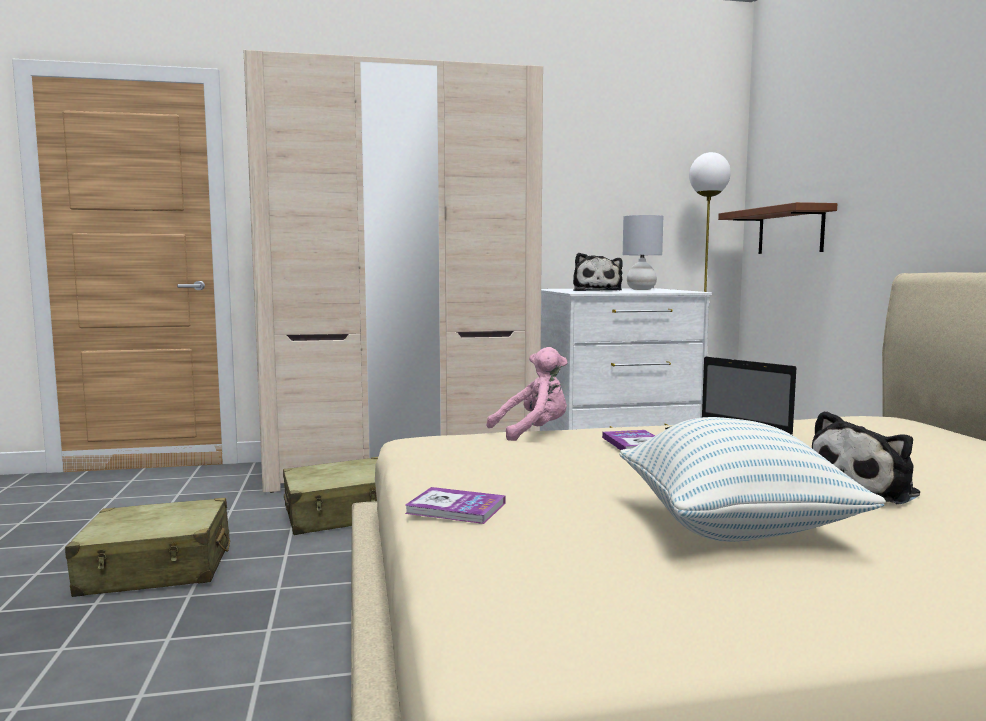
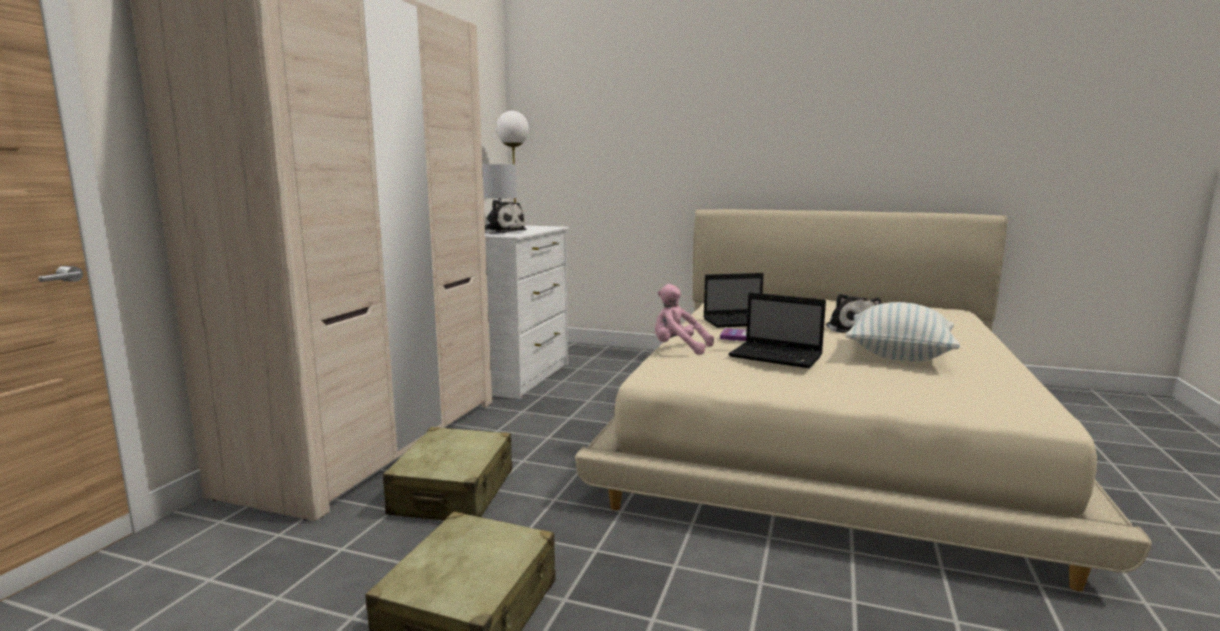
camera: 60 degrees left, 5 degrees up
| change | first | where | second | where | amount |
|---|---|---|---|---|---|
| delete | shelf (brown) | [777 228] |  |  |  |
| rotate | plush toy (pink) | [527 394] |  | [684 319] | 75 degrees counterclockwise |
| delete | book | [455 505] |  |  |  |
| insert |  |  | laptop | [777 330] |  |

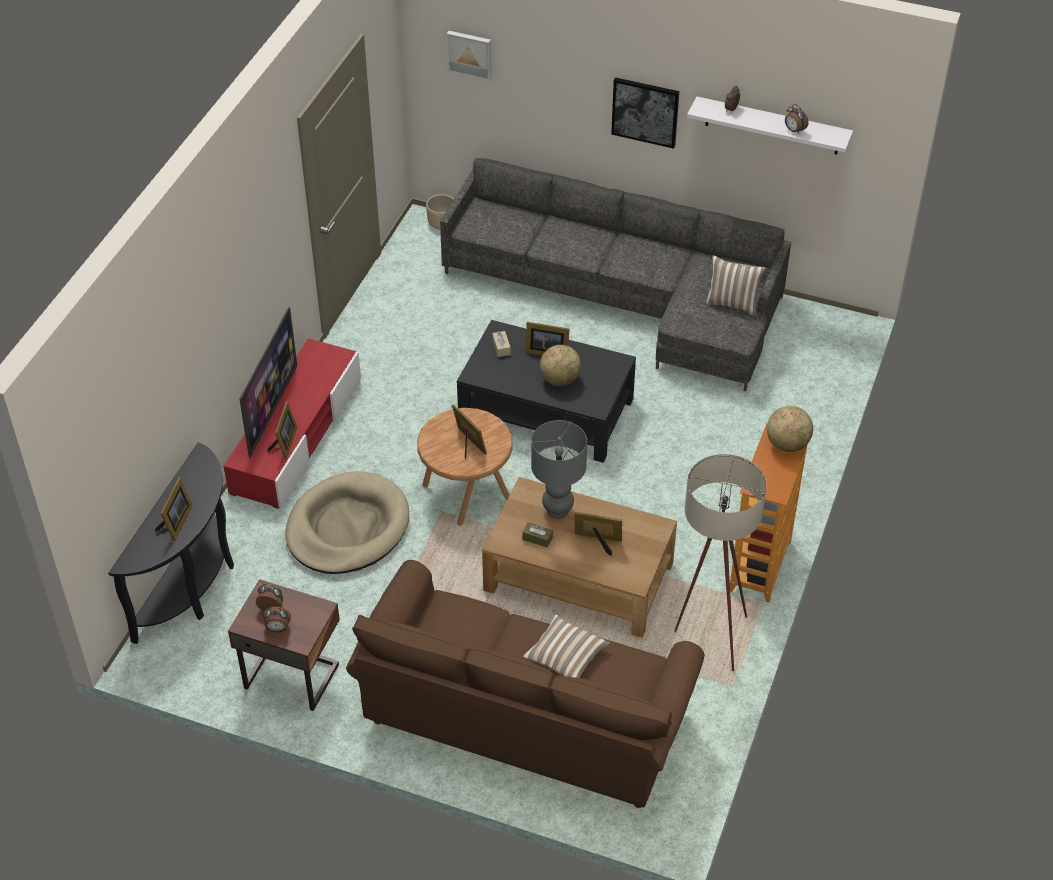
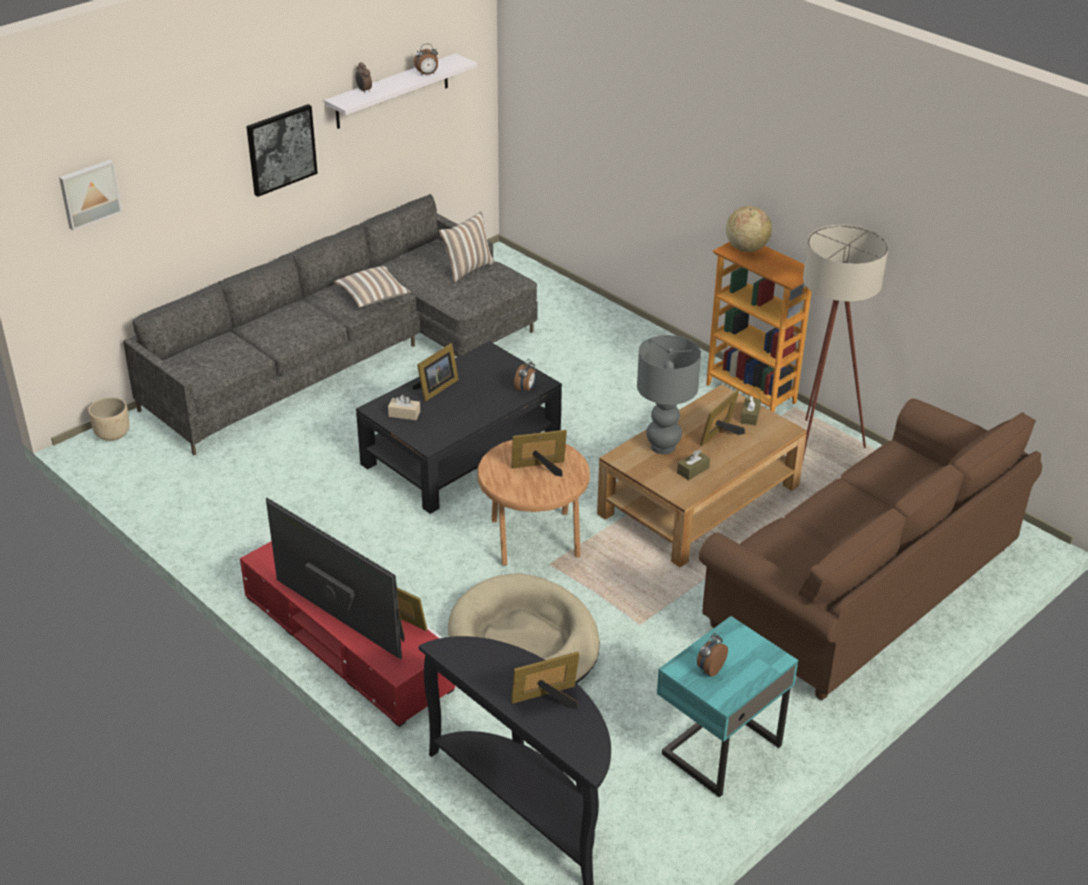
camera: 65 degrees left, 10 degrees down
| change | first | where | second | where | amount |
|---|---|---|---|---|---|
| delete | globe | [560 365] |  |  |  |
| rotate | picture frame | [174 509] |  | [545 680] | 60 degrees counterclockwise |
| recolor | nightstand (brown) | [284 645] | nightstand (turquoise) | [727 706] |  |
| move | alarm clock | [277 619] |  | [525 376] |  |
| move | pillow | [566 646] |  | [372 287] |  |
| insert |  |  | tissue box (brown) | [751 410] |  |

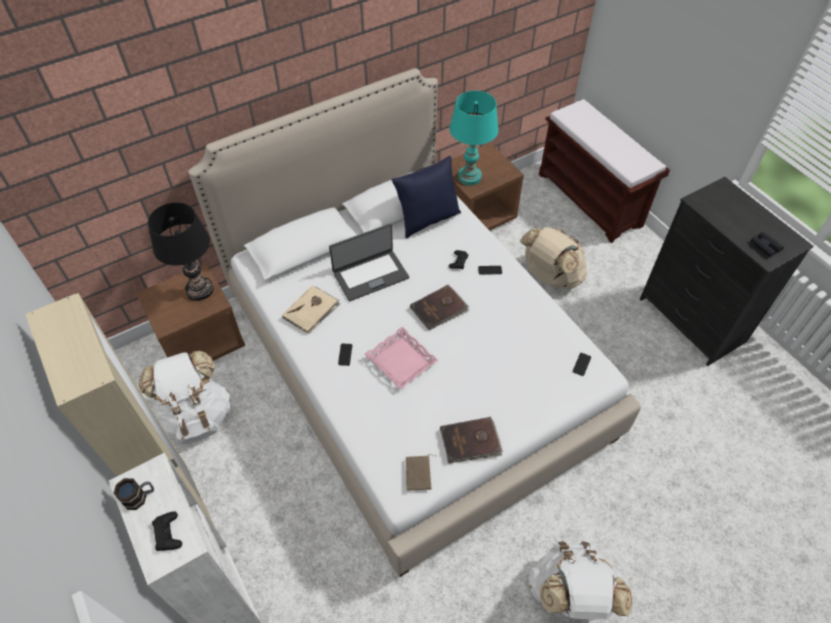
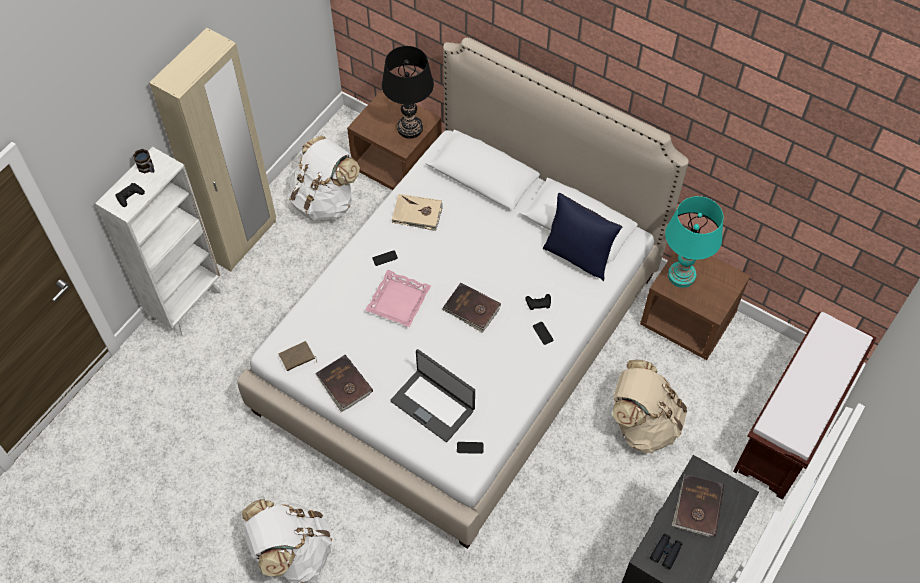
camera: 65 degrees right, 5 degrees up
| change | first | where | second | where | amount |
|---|---|---|---|---|---|
| move | laptop | [369 262] |  | [432 395] |  |
| insert |  |  | book (brown) | [697 505] |  |

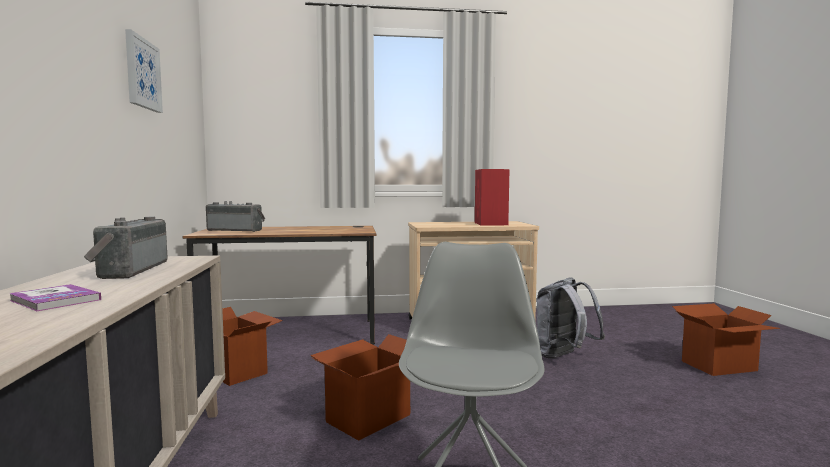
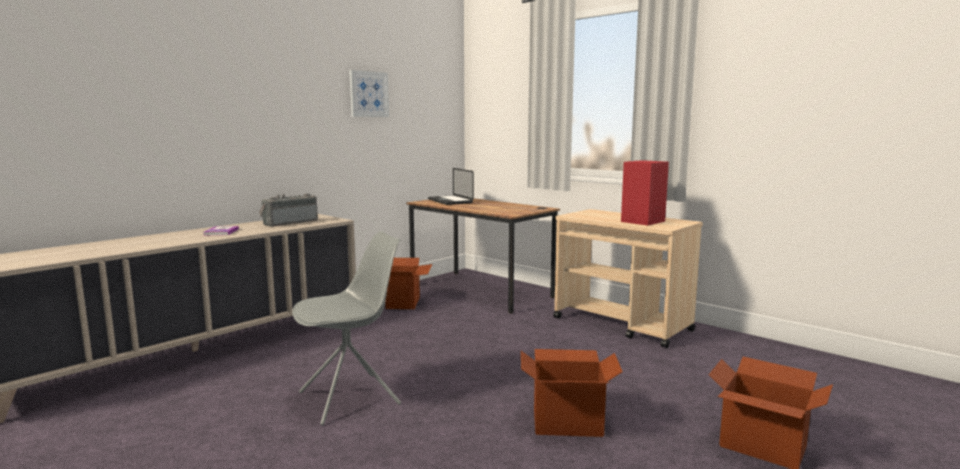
camera: 50 degrees right, 5 degrees up
| change | first | where | second | where | amount |
|---|---|---|---|---|---|
| replace | radio | [235 216] | laptop | [451 186] |  |
| delete | backpack (grey) | [571 318] |  |  |  |
| move | cardboard box | [360 387] |  | [572 393] |  |

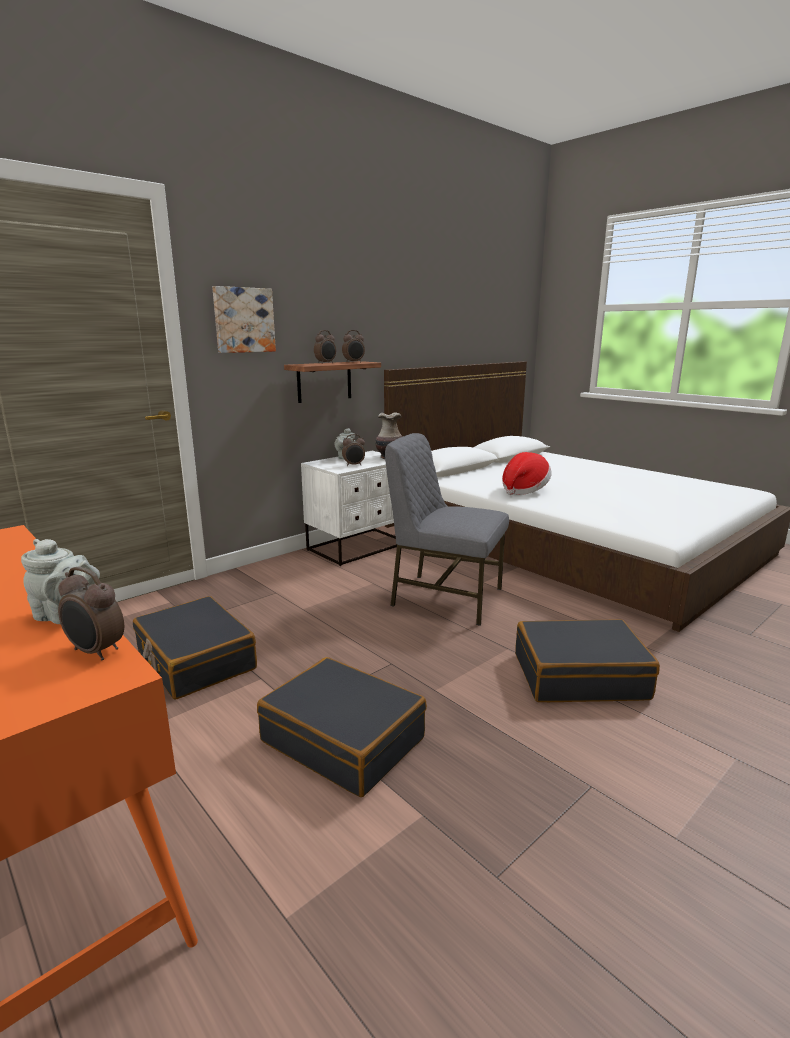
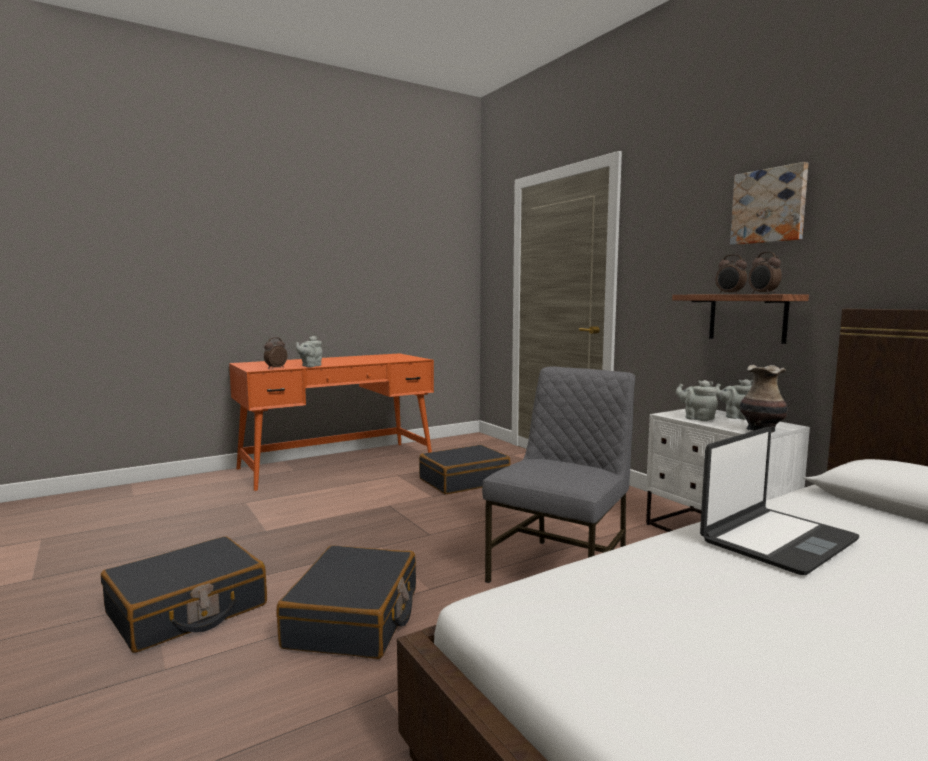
camera: 100 degrees right, 10 degrees down
| change | first | where | second | where | amount |
|---|---|---|---|---|---|
| move | picture | [244 319] |  | [769 203] |  |
| replace | alarm clock | [353 450] | teapot (grey) | [697 400] |  |
| replace | hat | [527 473] | laptop | [779 501] |  |
| move | suitcase (black) | [342 727] |  | [184 594] |  |

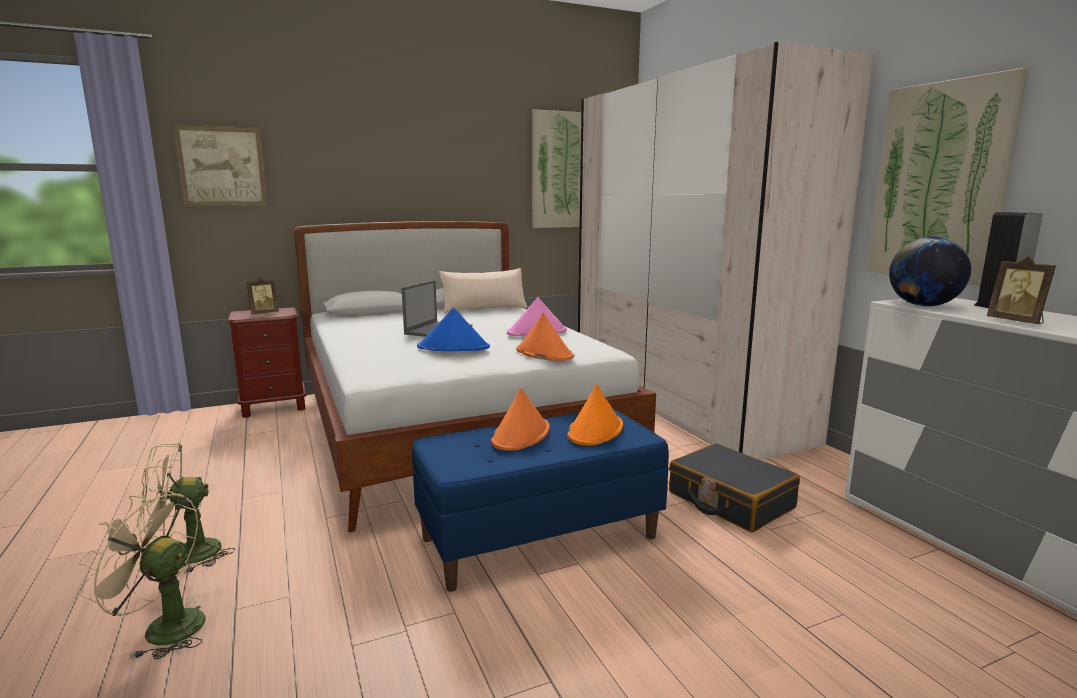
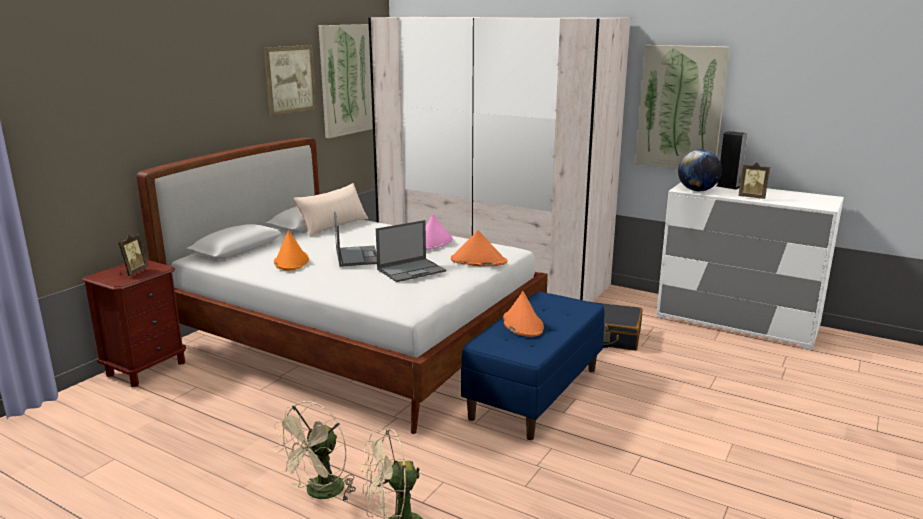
camera: 35 degrees left, 5 degrees up
| change | first | where | second | where | amount |
|---|---|---|---|---|---|
| move | picture | [220 165] |  | [290 80] |  |
| replace | hat (blue) | [453 329] | laptop | [411 251] |  |
| move | hat (orange) | [595 414] |  | [291 250] |  |

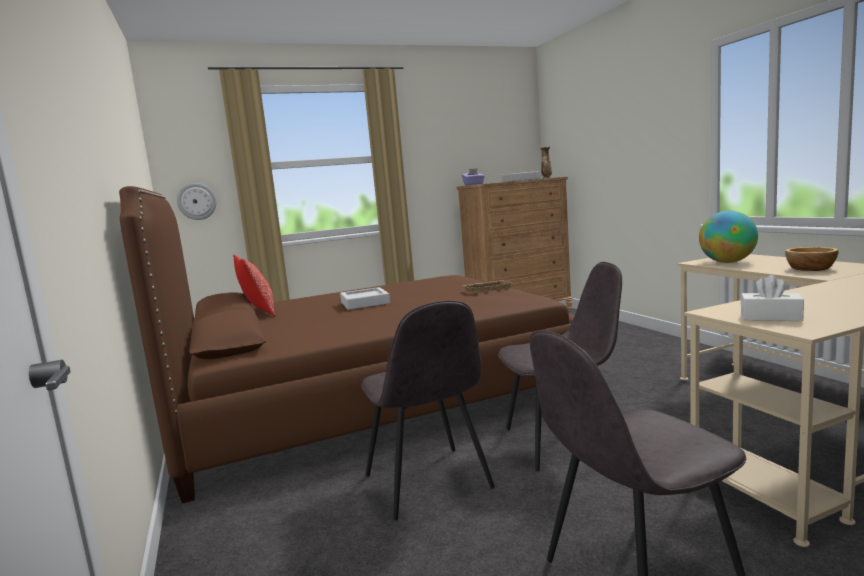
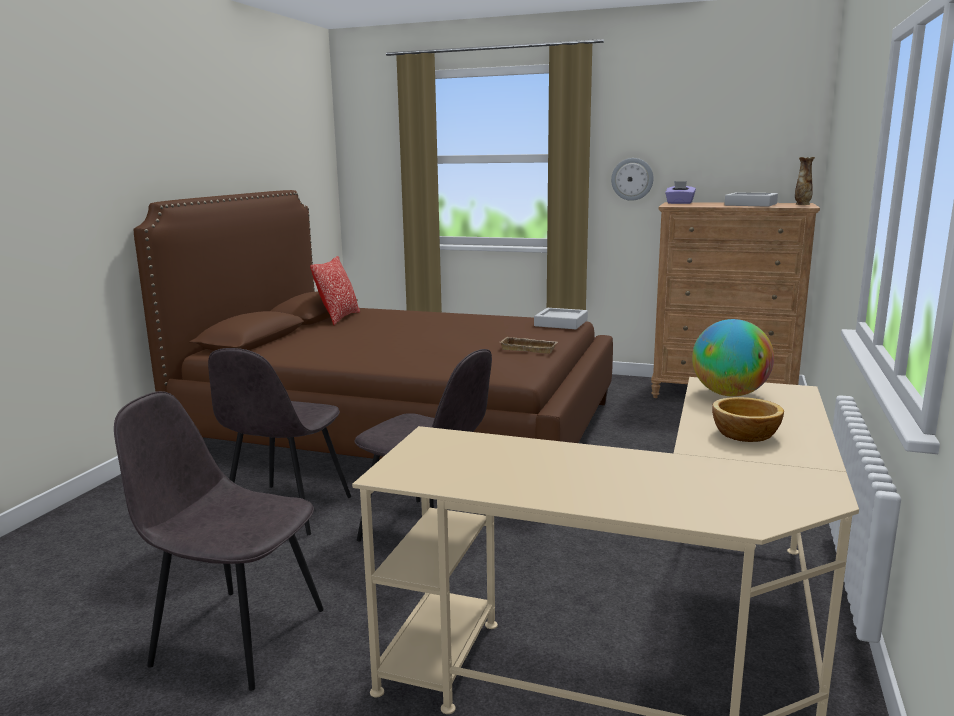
camera: 40 degrees right, 5 degrees up
| change | first | where | second | where | amount |
|---|---|---|---|---|---|
| move | wall clock | [197 201] |  | [632 179] |  |
| delete | tissue box (white) | [772 298] |  |  |  |
| move | tray (grey) | [365 298] |  | [561 318] |  |

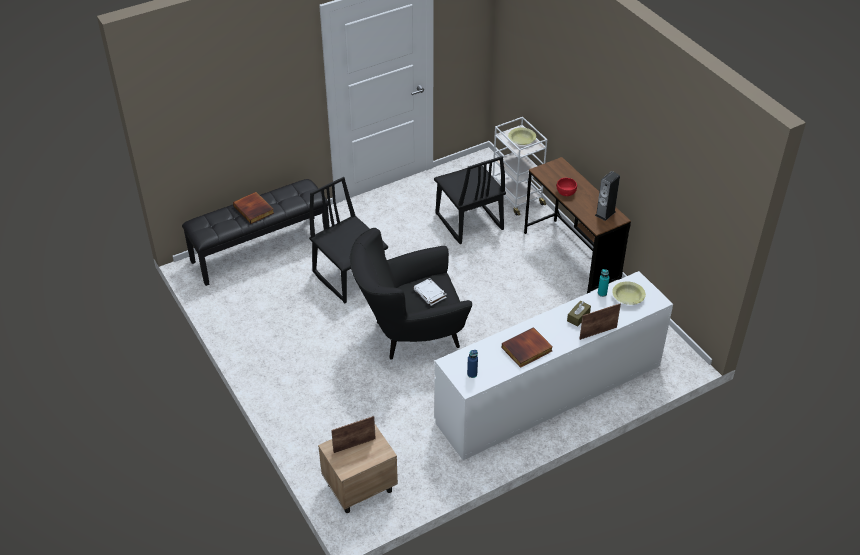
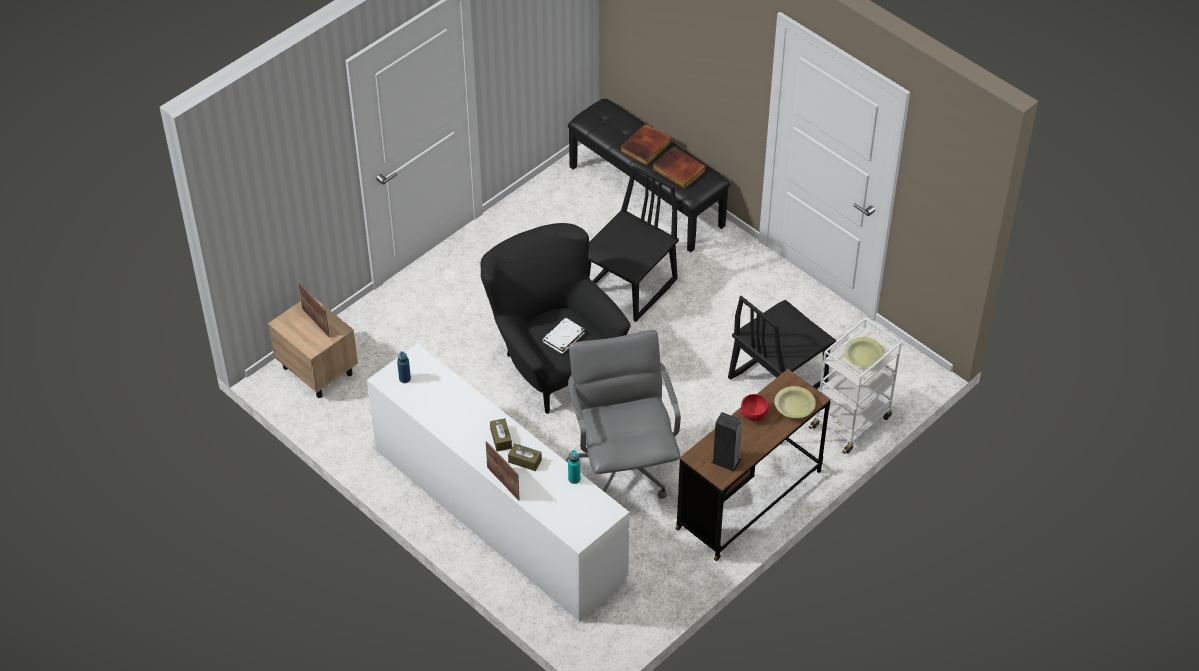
camera: 75 degrees right, 5 degrees up
| change | first | where | second | where | amount |
|---|---|---|---|---|---|
| move | bowl (yellow) | [629 293] |  | [795 402] |  |
| move | book | [527 347] |  | [679 168] |  |
| insert |  |  | office chair (grey) | [623 414] |  |
| insert |  |  | tissue box (brown) | [501 434] |  |

